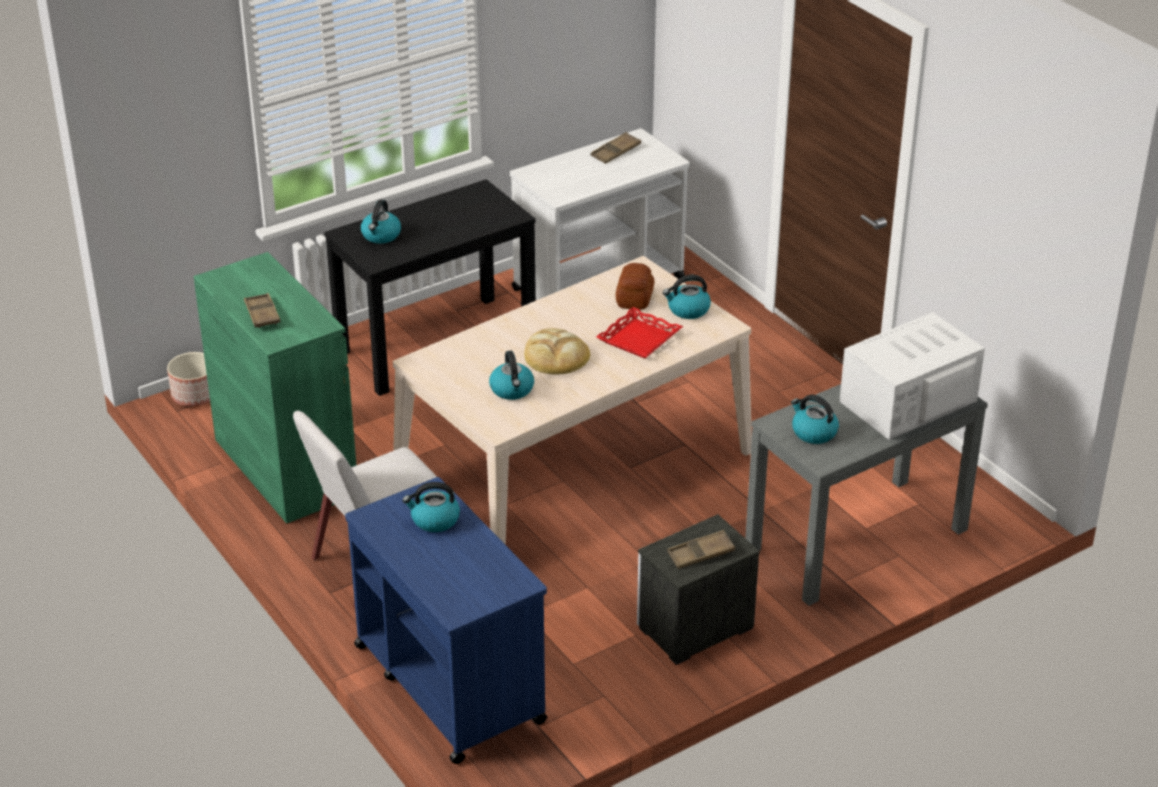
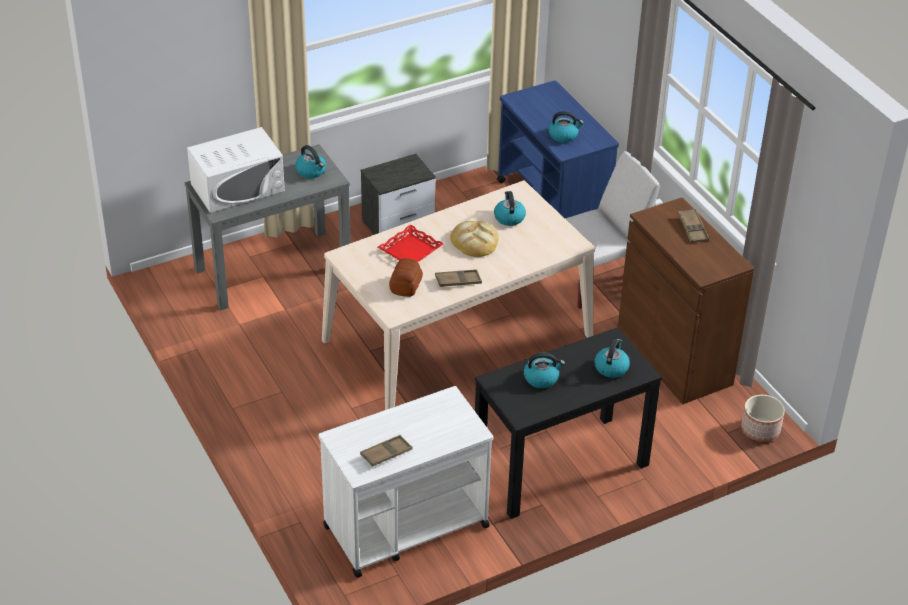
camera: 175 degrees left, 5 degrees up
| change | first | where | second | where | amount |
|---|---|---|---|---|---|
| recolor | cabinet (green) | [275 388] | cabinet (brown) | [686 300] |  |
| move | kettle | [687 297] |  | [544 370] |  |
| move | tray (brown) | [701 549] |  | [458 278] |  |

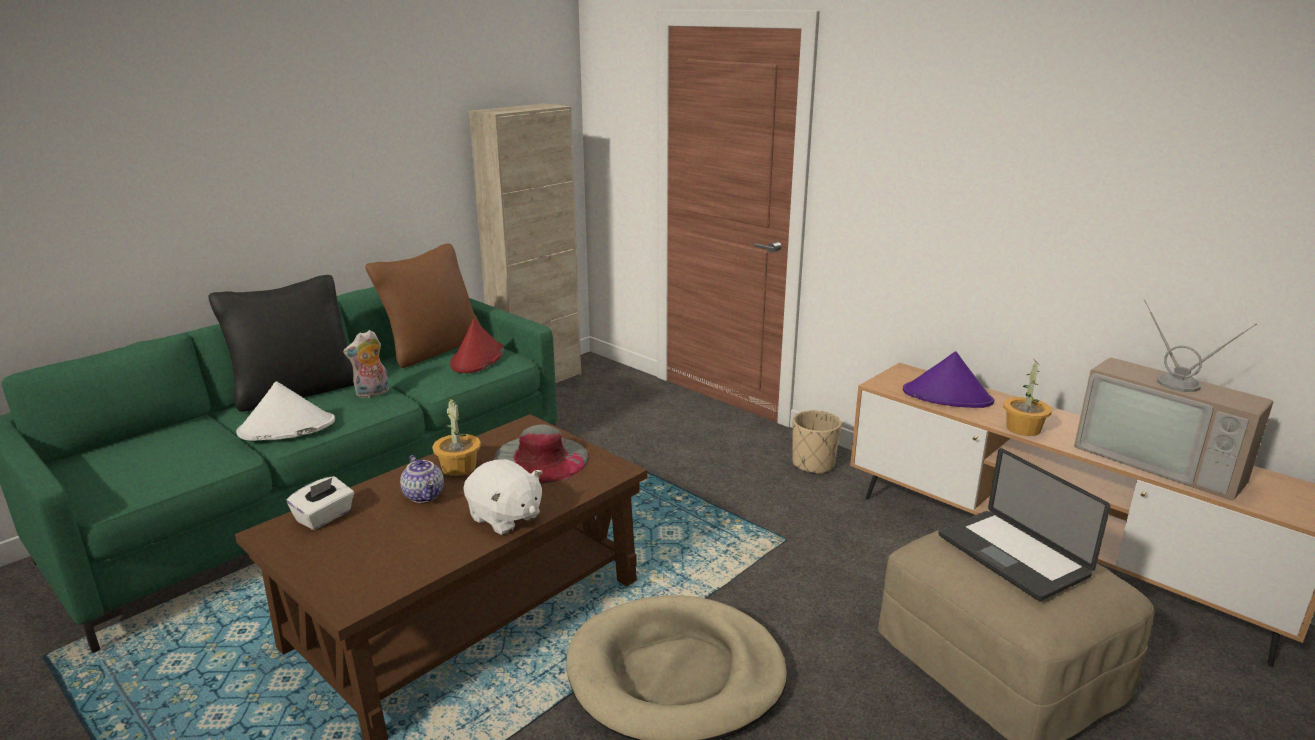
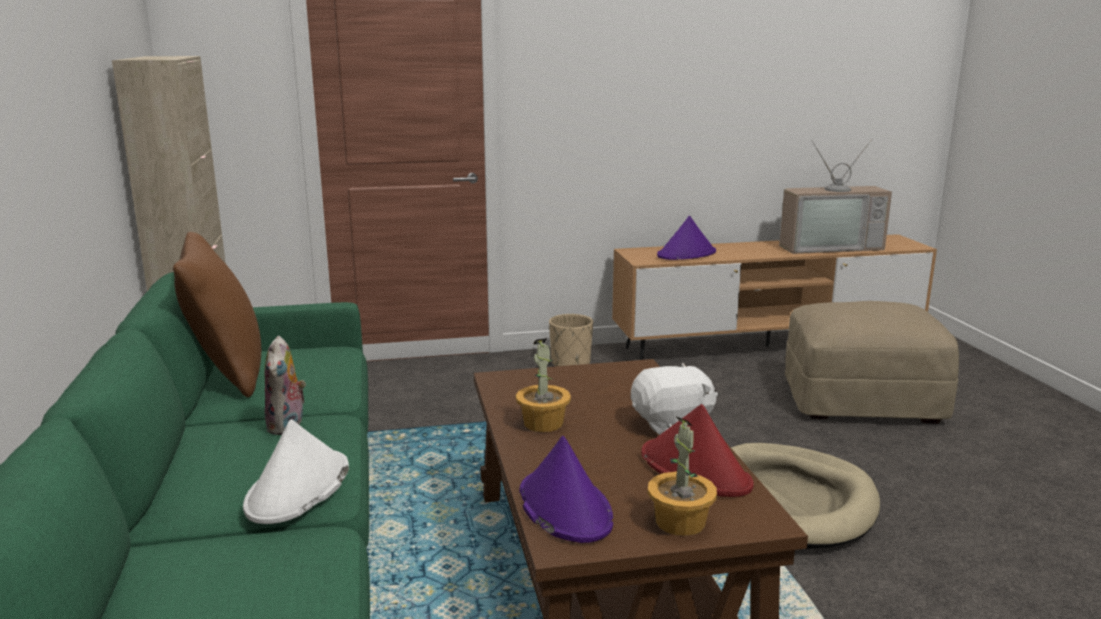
camera: 55 degrees left, 5 degrees down
| change | first | where | second | where | amount |
|---|---|---|---|---|---|
| delete | pillow (black) | [281 343] |  |  |  |
| move | hat (red) | [477 346] |  | [697 450] |  |
| move | potted plant | [1027 396] |  | [682 476] |  |
| delete | hat (grey) | [540 454] |  |  |  |
| delete | laptop | [1024 524] |  |  |  |
| delete | teapot | [422 479] |  |  |  |
| replace | tissue box (white) | [320 503] | hat (purple) | [566 489] |  |

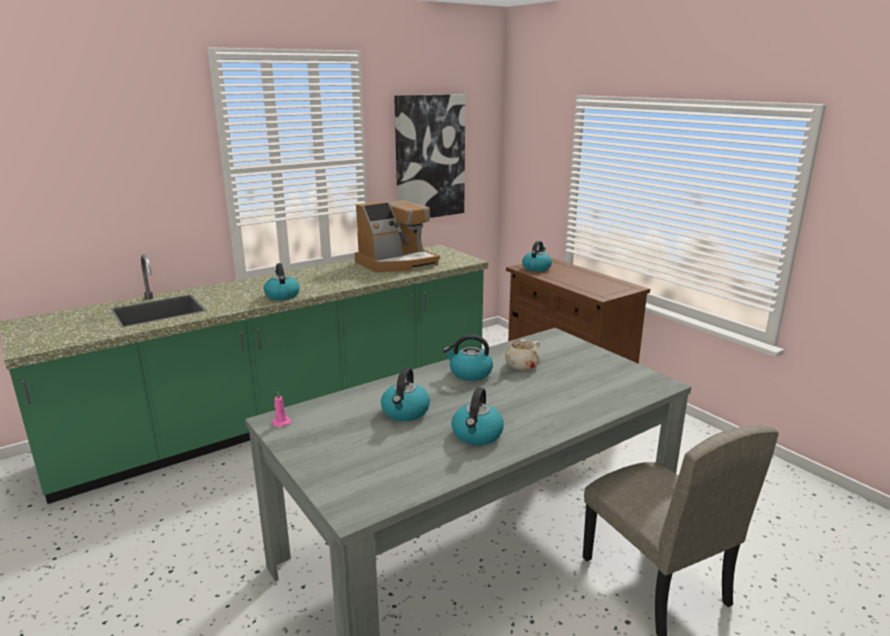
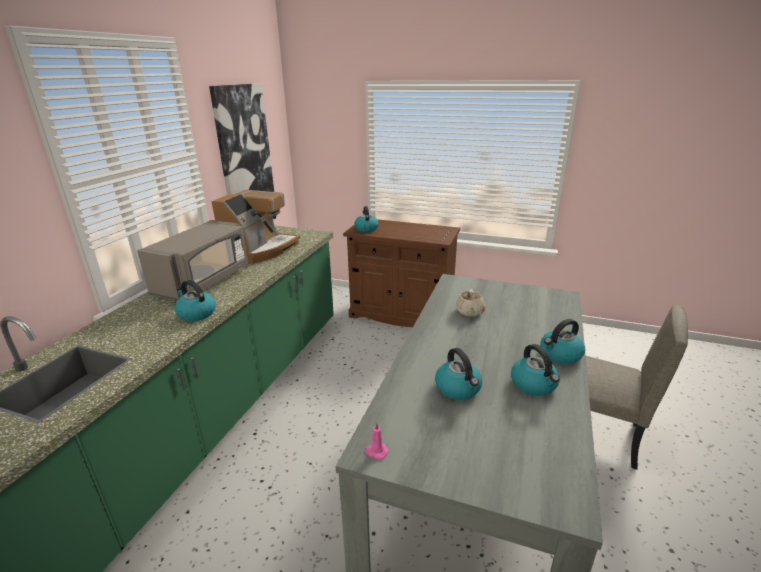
camera: 35 degrees left, 5 degrees up
| change | first | where | second | where | amount |
|---|---|---|---|---|---|
| move | kettle | [468 357] |  | [562 341] |  |
| insert |  |  | microwave (grey) | [192 260] |  |

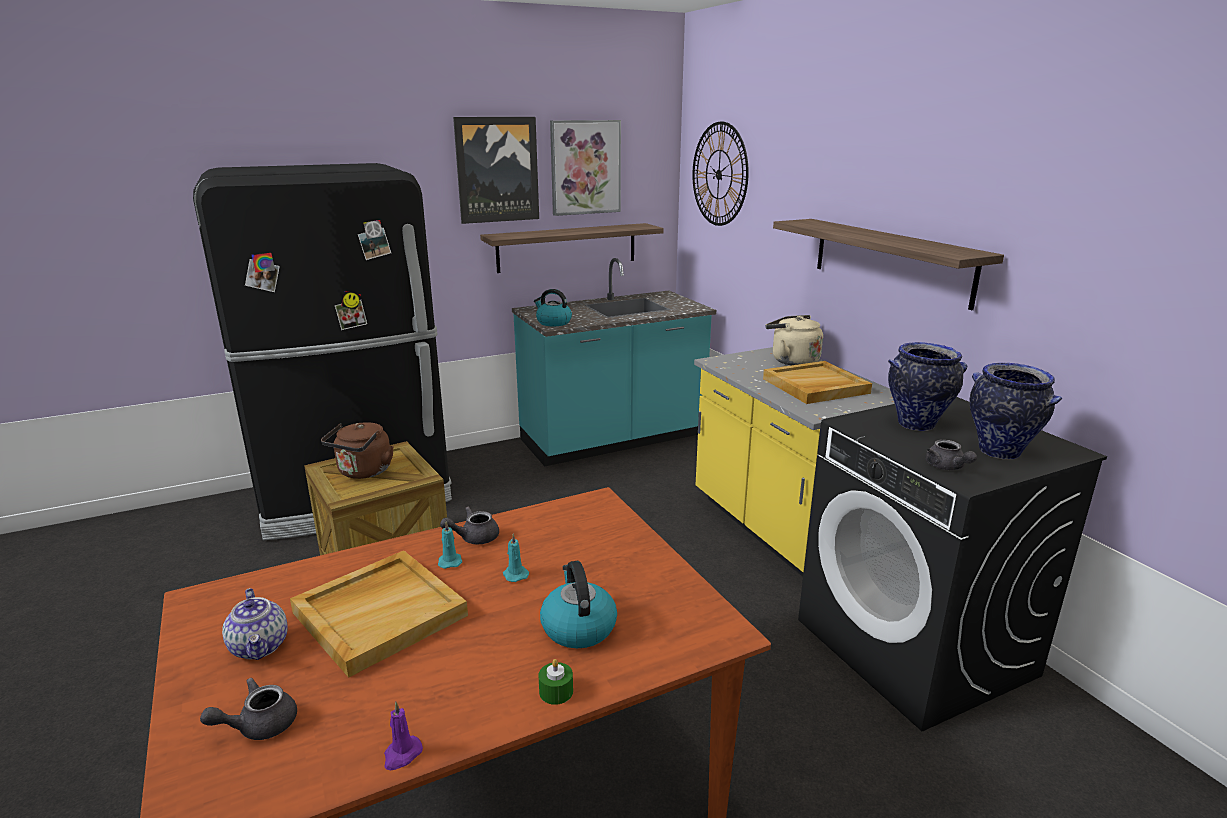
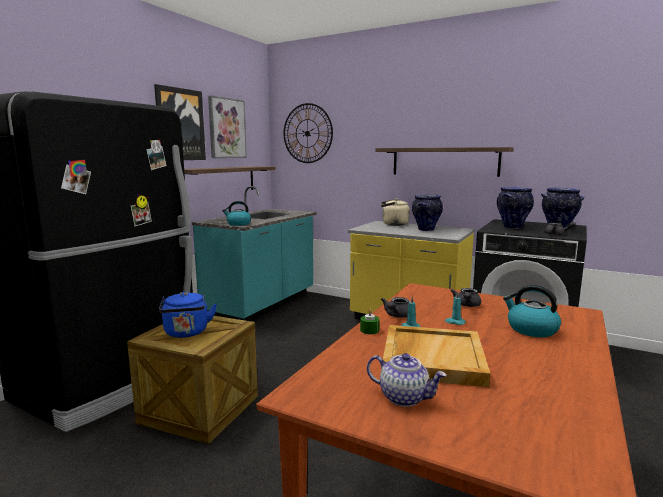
camera: 35 degrees left, 10 degrees down
| change | first | where | second | where | amount |
|---|---|---|---|---|---|
| replace | tray (beige) | [817 382] | vase | [427 212] |  |
| recolor | kettle (brown) | [357 450] | kettle (blue) | [188 315] |  |
| move | candle (green) | [556 682] |  | [370 321] |  |
| move | teapot (grey) | [248 709] |  | [465 297] |  |
| delete | candle (purple) | [403 735] |  |  |  |

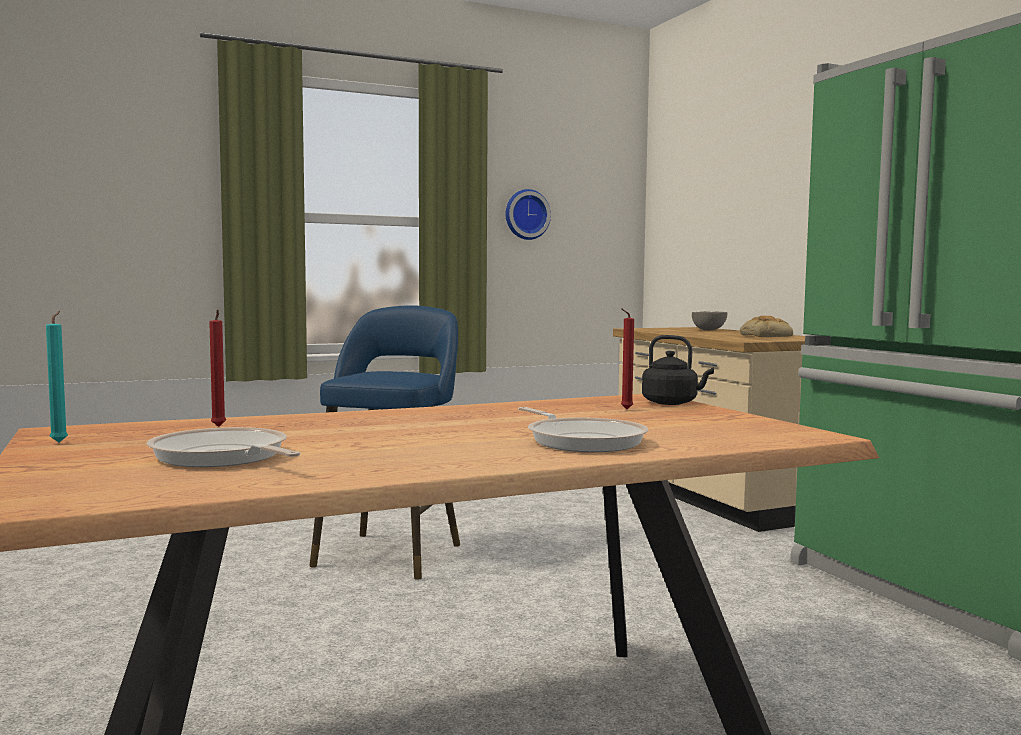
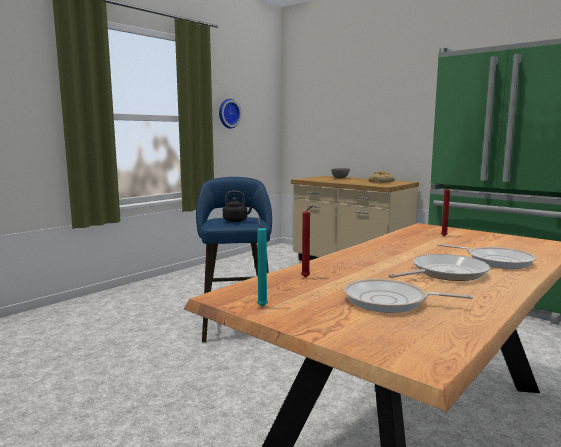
camera: 25 degrees left, 5 degrees up
| change | first | where | second | where | amount |
|---|---|---|---|---|---|
| move | kettle (black) | [678 370] |  | [238 206] |  |
| insert |  |  | frying pan | [439 267] |  |

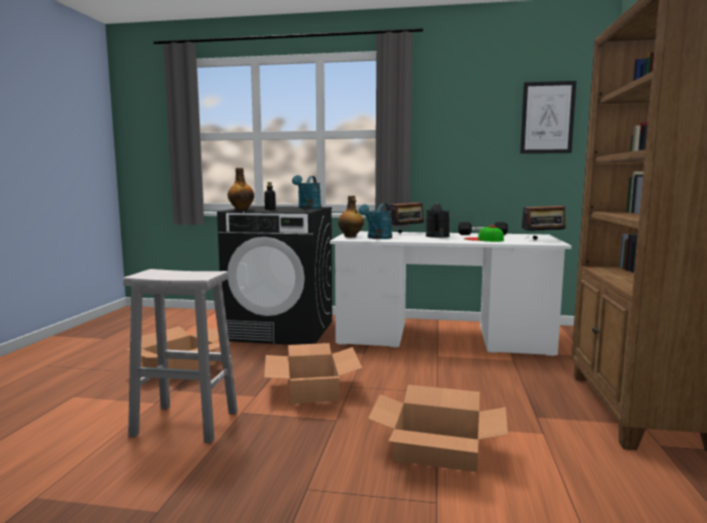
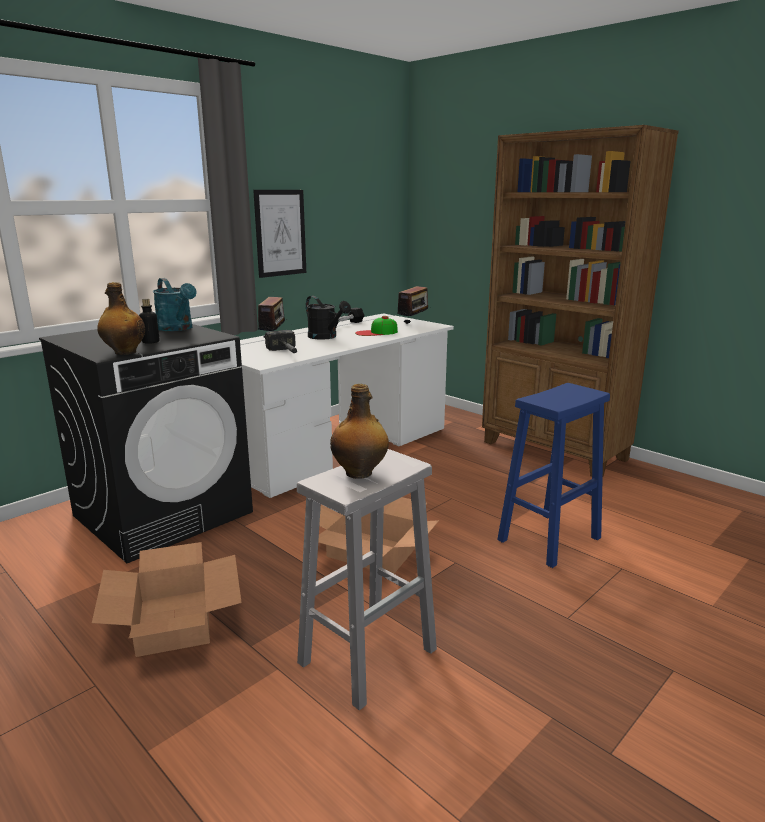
camera: 55 degrees left, 10 degrees up
| change | first | where | second | where | amount |
|---|---|---|---|---|---|
| move | picture | [548 117] |  | [279 234] |  |
| move | bottle | [351 216] |  | [359 431] |  |
| replace | watering can (turquoise) | [375 221] | hammer | [281 341] |  |
| replace | cardboard box | [438 428] | stool (blue) | [553 475] |  |

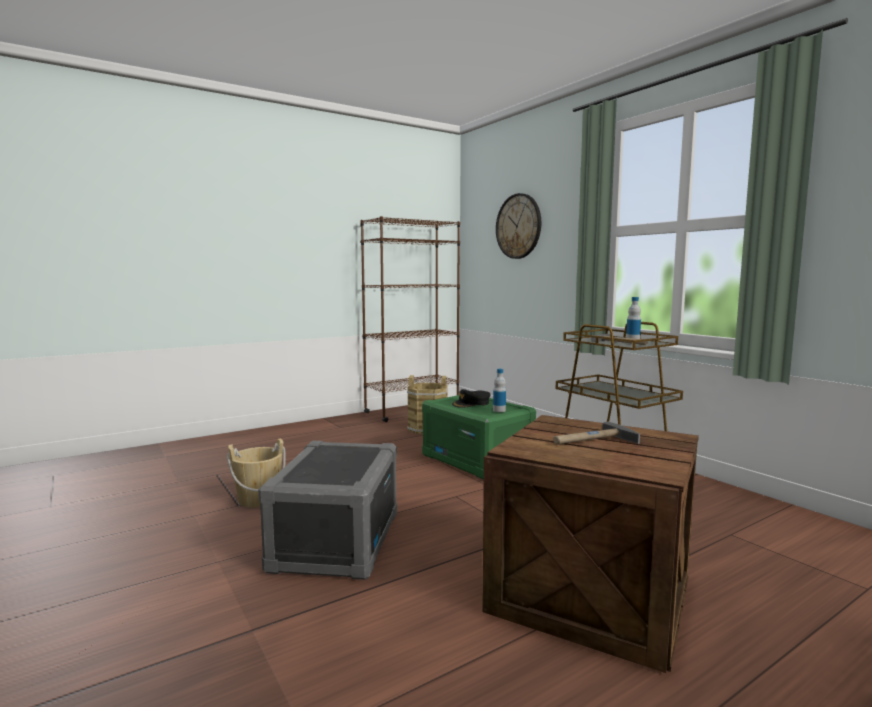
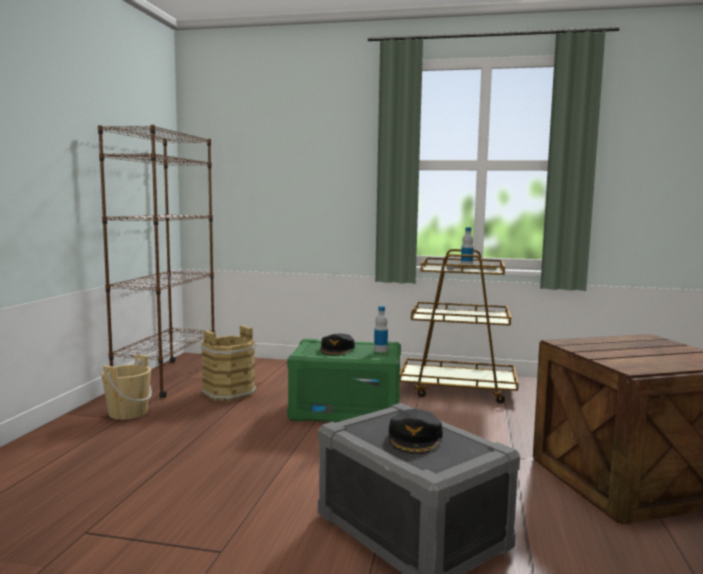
camera: 45 degrees left, 0 degrees up
| change | first | where | second | where | amount |
|---|---|---|---|---|---|
| delete | wall clock | [518 226] |  |  |  |
| delete | hammer | [596 433] |  |  |  |
| move | bucket (beige) | [256 472] |  | [126 387] |  |
| insert |  |  | cap (black) | [416 431] |  |

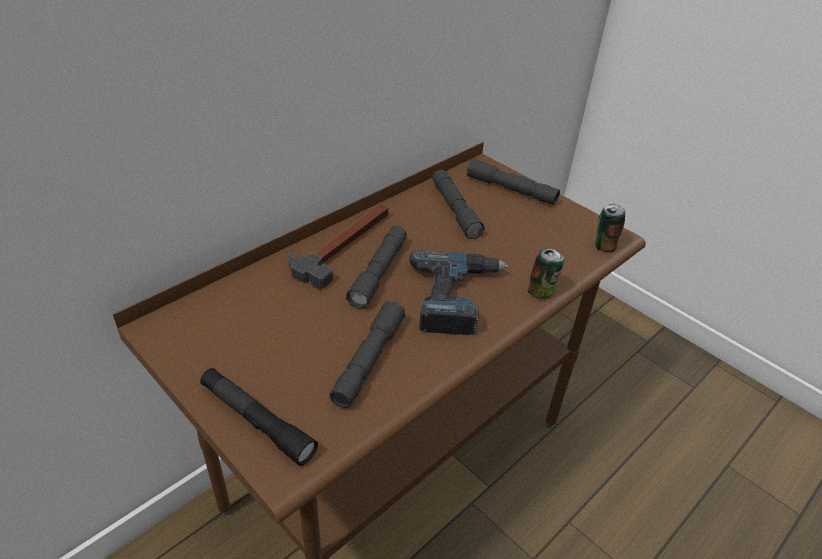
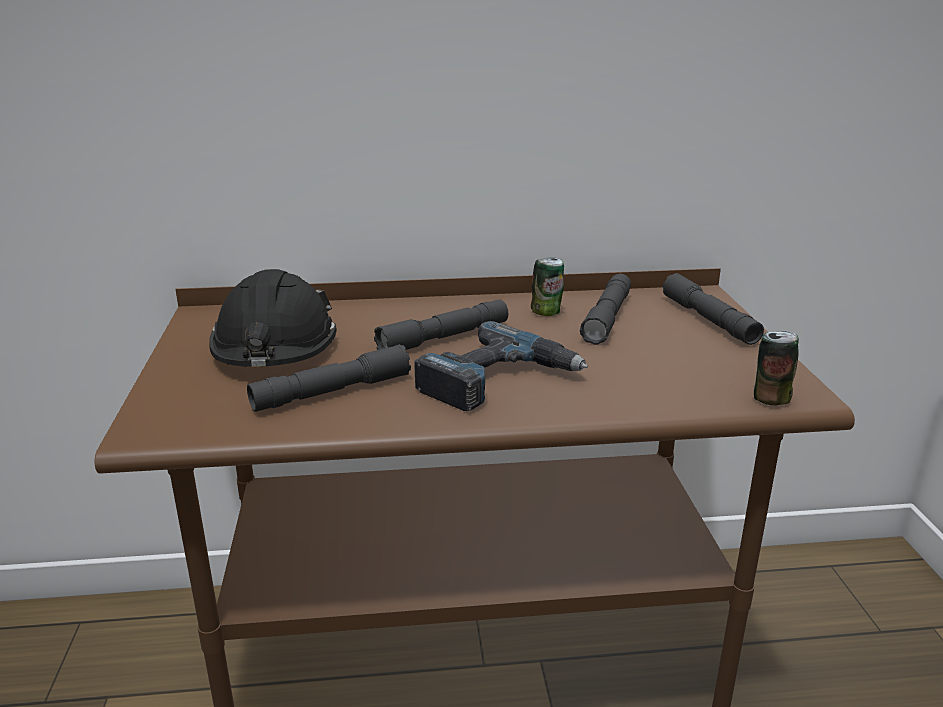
camera: 40 degrees right, 15 degrees down
| change | first | where | second | where | amount |
|---|---|---|---|---|---|
| delete | hammer | [338 247] |  |  |  |
| move | can | [546 273] |  | [547 286] |  |
| delete | flashlight (black) | [259 417] |  |  |  |
| insert |  |  | hard hat (black) | [273 318] |  |

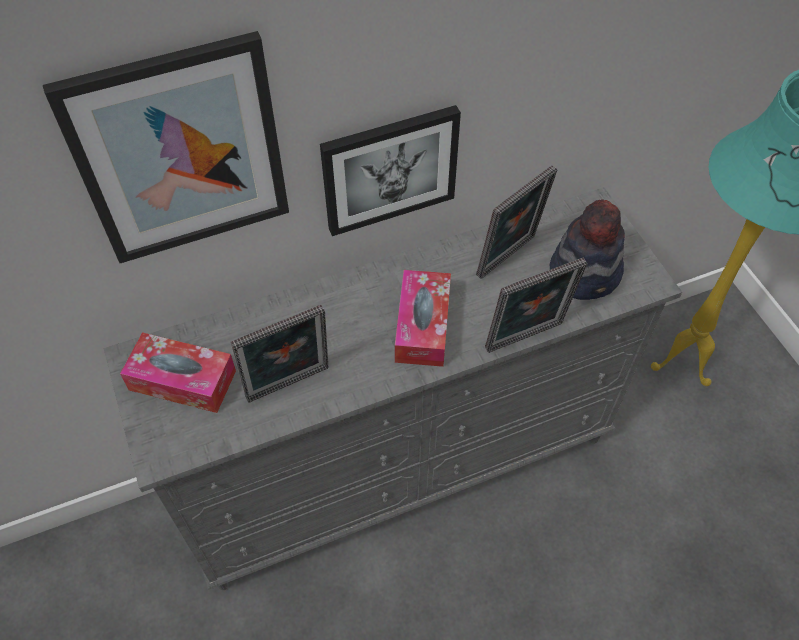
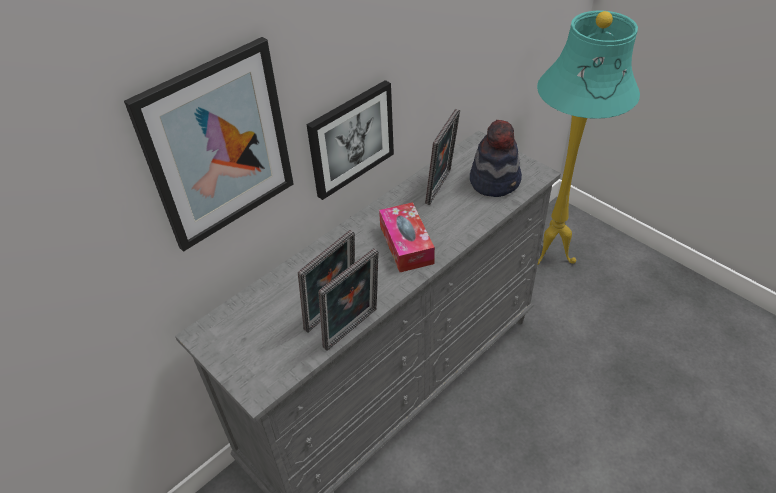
camera: 20 degrees left, 10 degrees down
| change | first | where | second | where | amount |
|---|---|---|---|---|---|
| move | picture frame | [536 305] |  | [348 299] |  |
| delete | tissue box | [178 372] |  |  |  |

